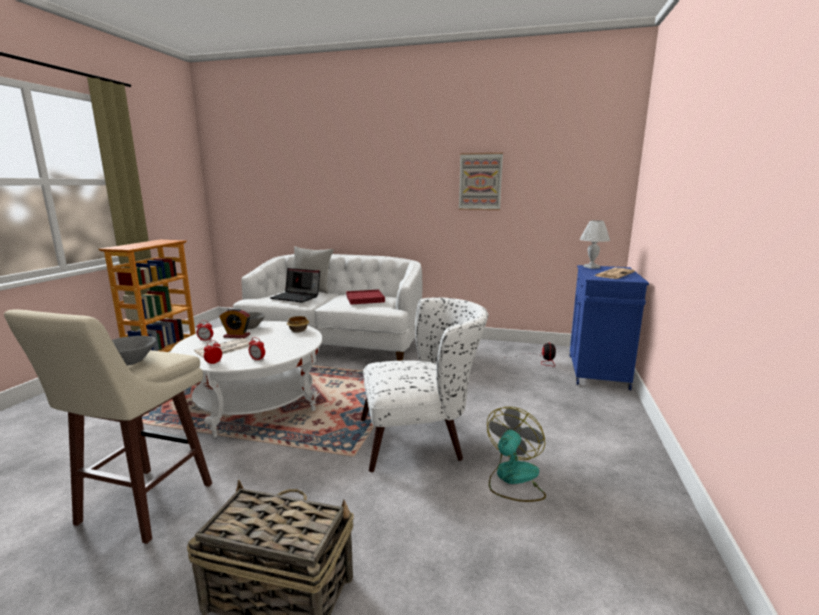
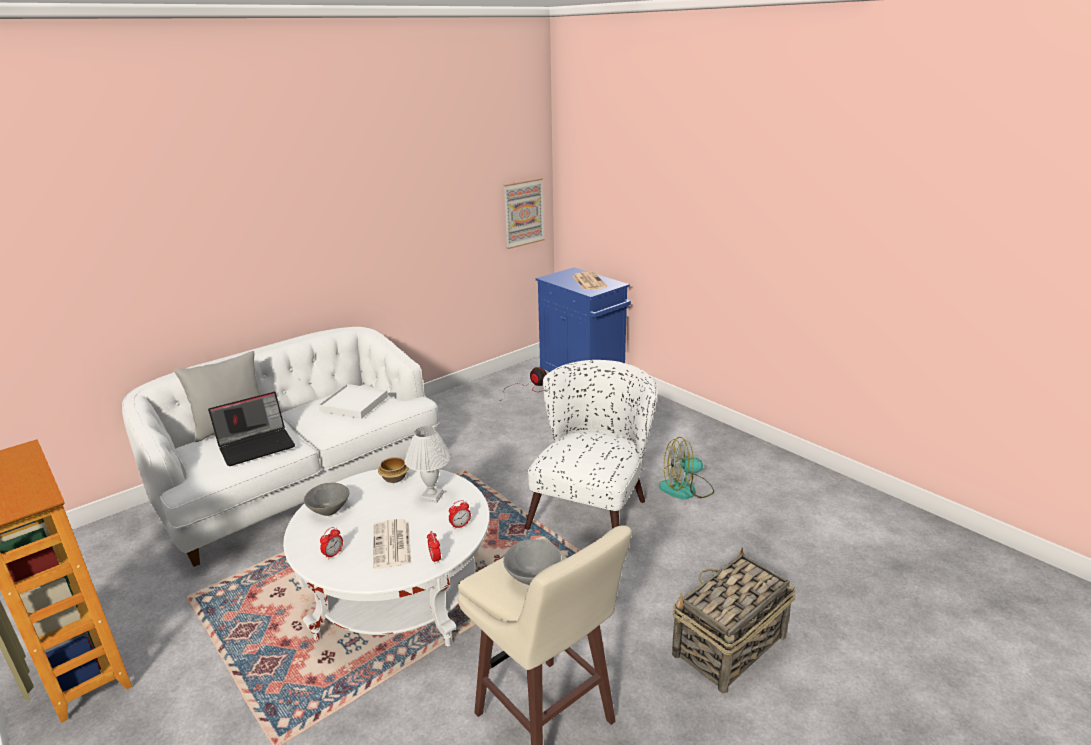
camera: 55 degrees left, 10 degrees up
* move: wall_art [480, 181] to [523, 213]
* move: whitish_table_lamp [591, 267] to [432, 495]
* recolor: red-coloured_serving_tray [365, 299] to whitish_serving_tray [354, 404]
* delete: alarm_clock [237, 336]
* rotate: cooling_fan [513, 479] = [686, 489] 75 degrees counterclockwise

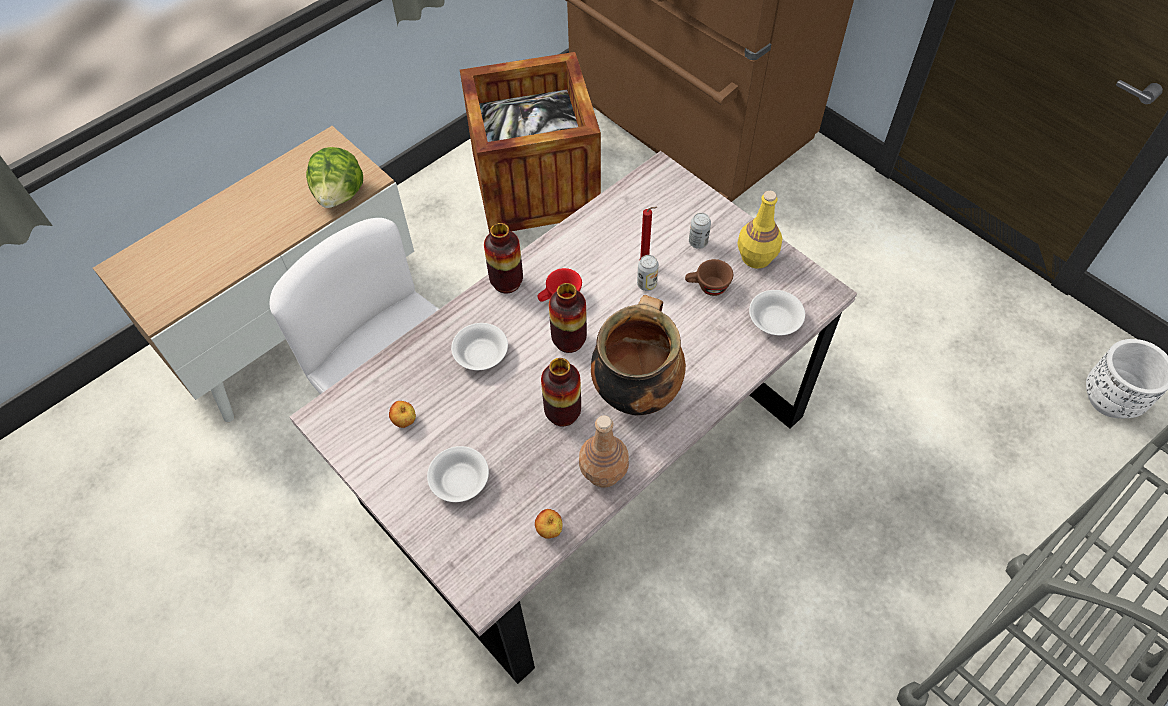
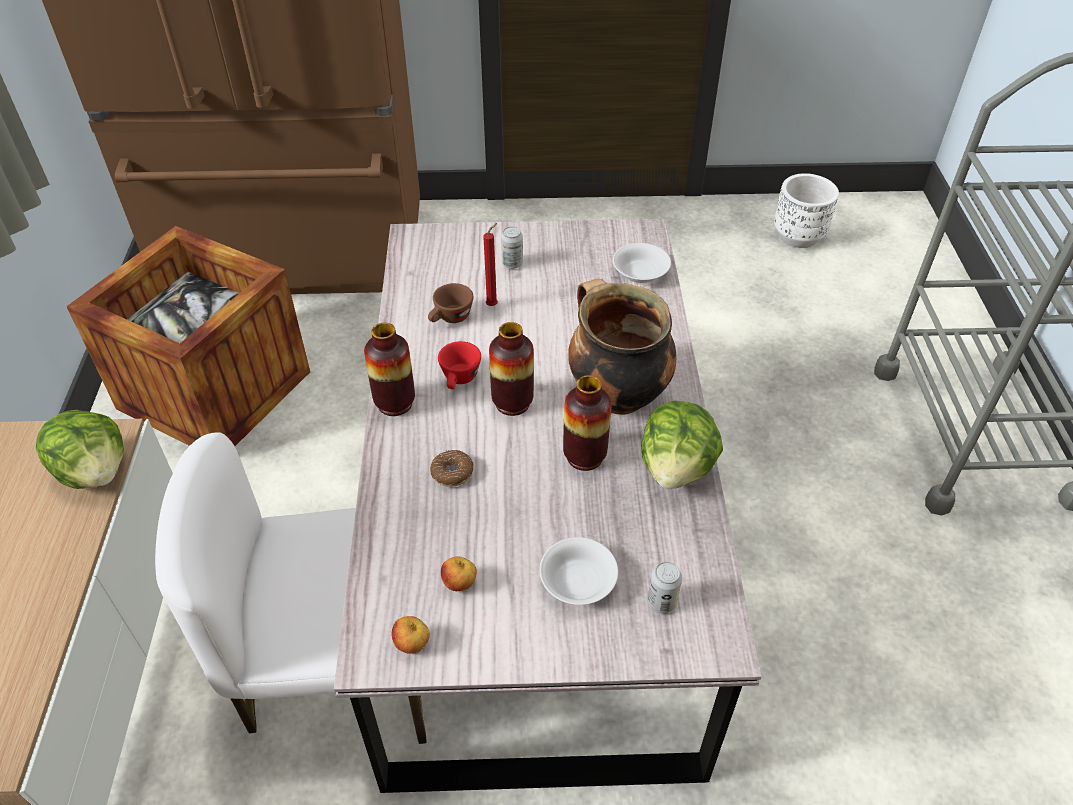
camera: 50 degrees left, 10 degrees down
* delete: yellowish_drink_bottle [755, 257]
* move: metal_can [646, 284] to [662, 602]
* move: brown-coloured_cup [707, 287] to [450, 318]
* replace: whitish_bowl [481, 354] to donut [452, 473]
* replace: brown-coloured_drink_bottle [604, 472] to lettuce [676, 468]
* move: apple_fruit [549, 530] to [412, 644]

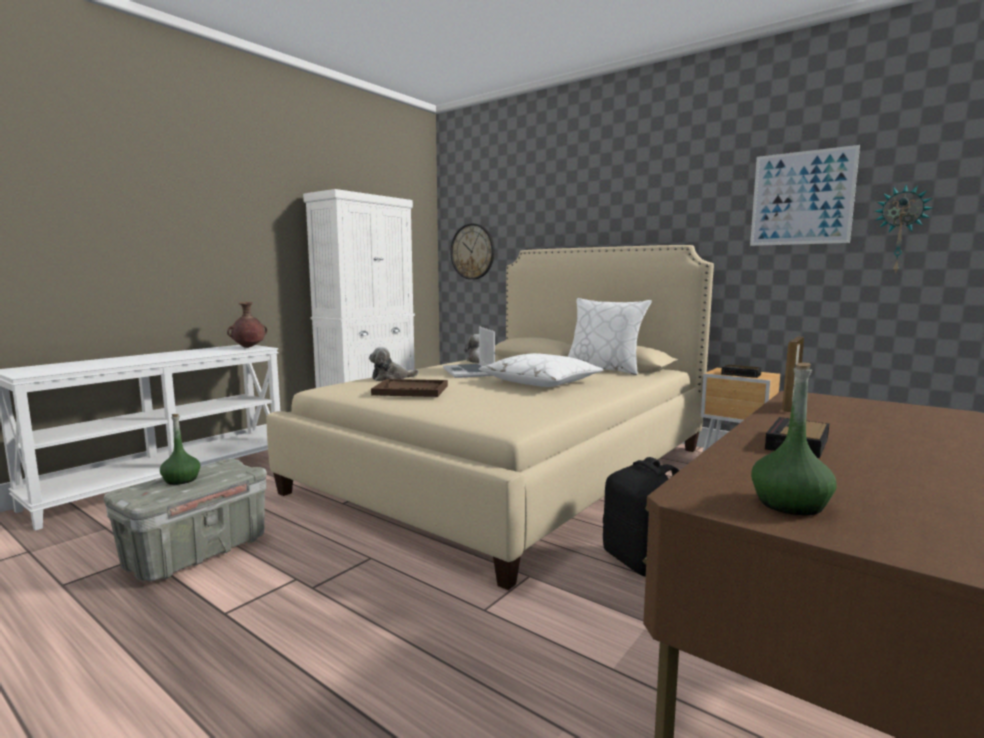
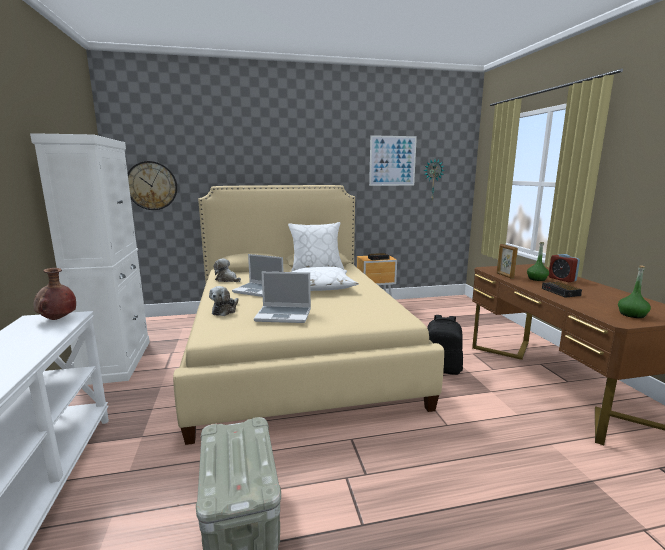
camera: 50 degrees left, 5 degrees up
* replace: brown-coloured_serving_tray [411, 390] to laptop [284, 315]
* move: green_drink_bottle [181, 480] to [536, 279]
* insert: alarm_clock [562, 279]

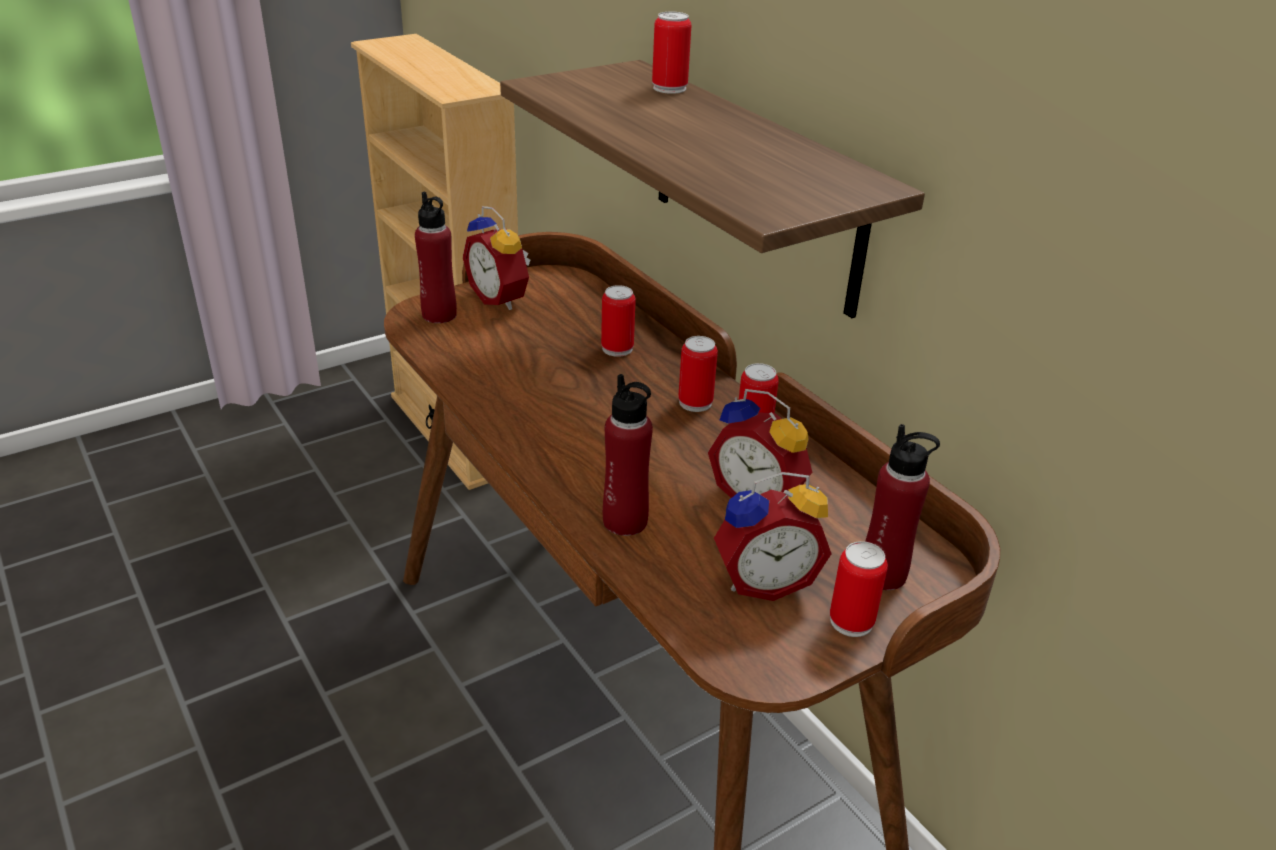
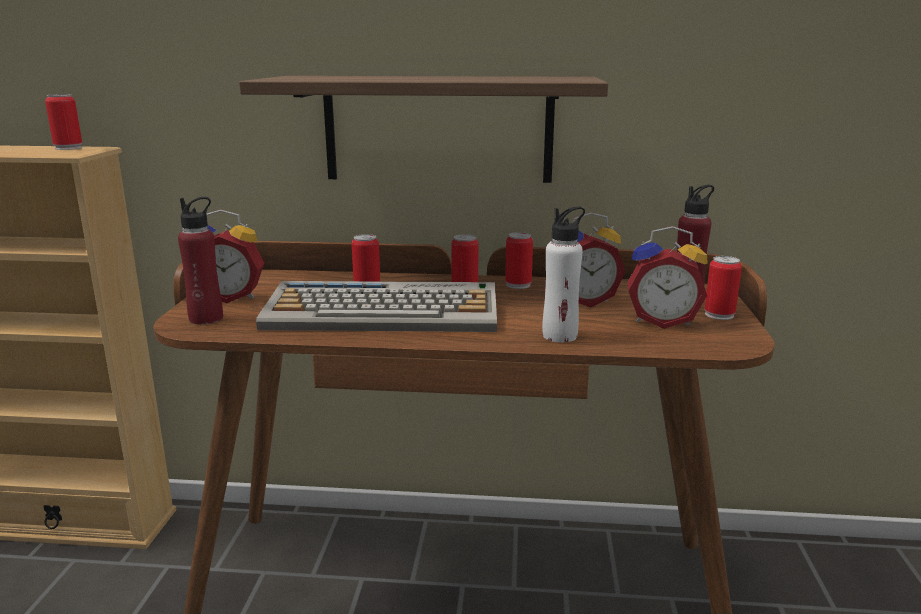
camera: 50 degrees left, 15 degrees down
* move: metal_can [669, 88] to [68, 148]
* recolor: red-coloured_drink_bottle [625, 521] to whitish_drink_bottle [560, 335]
* rotate: alarm_clock [764, 580] = [662, 321] 75 degrees clockwise
* insert: keyboard [385, 312]

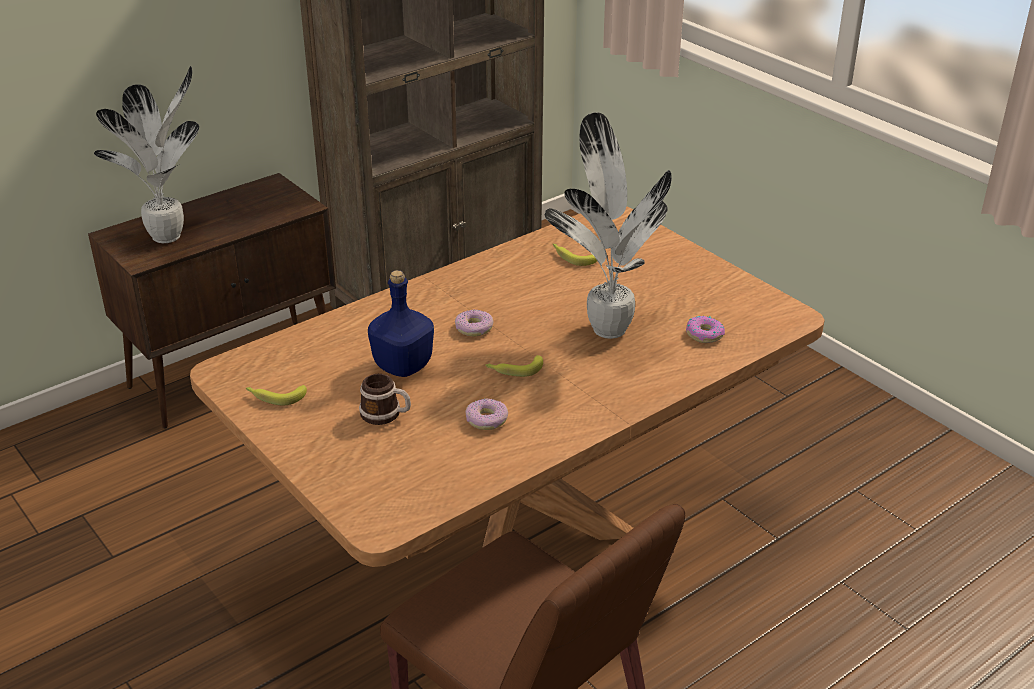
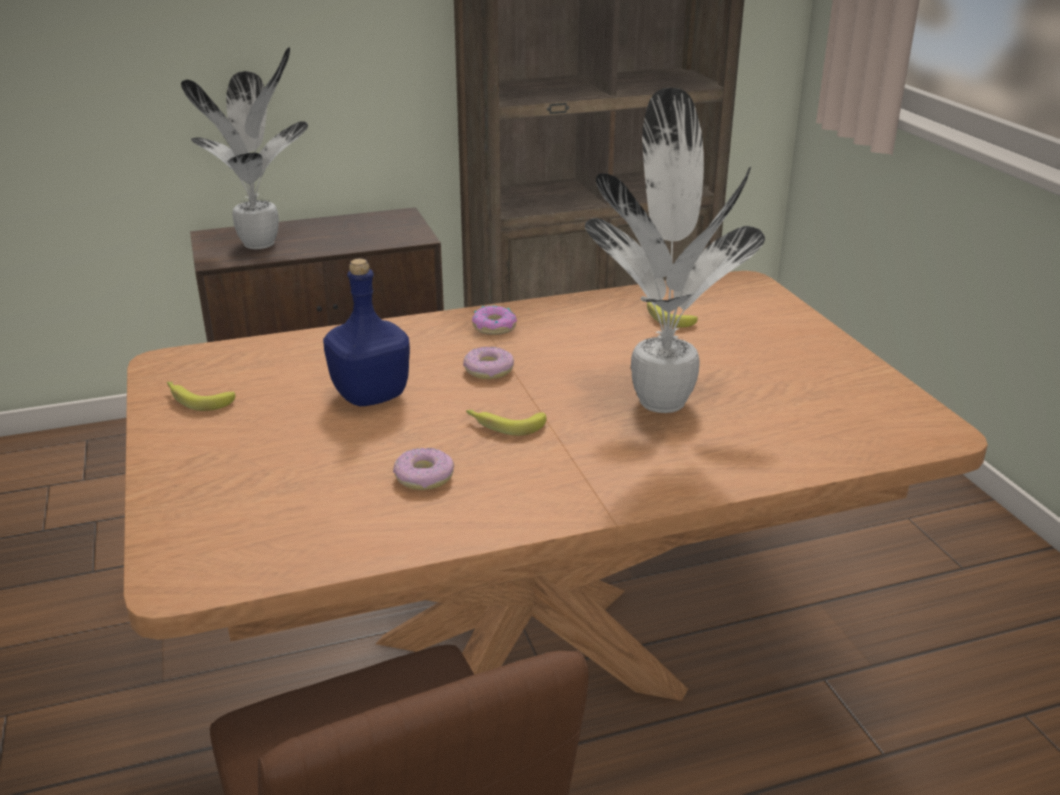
camera: 20 degrees right, 5 degrees down
* move: donut [704, 334] to [494, 327]
* delete: coffee_mug [386, 415]

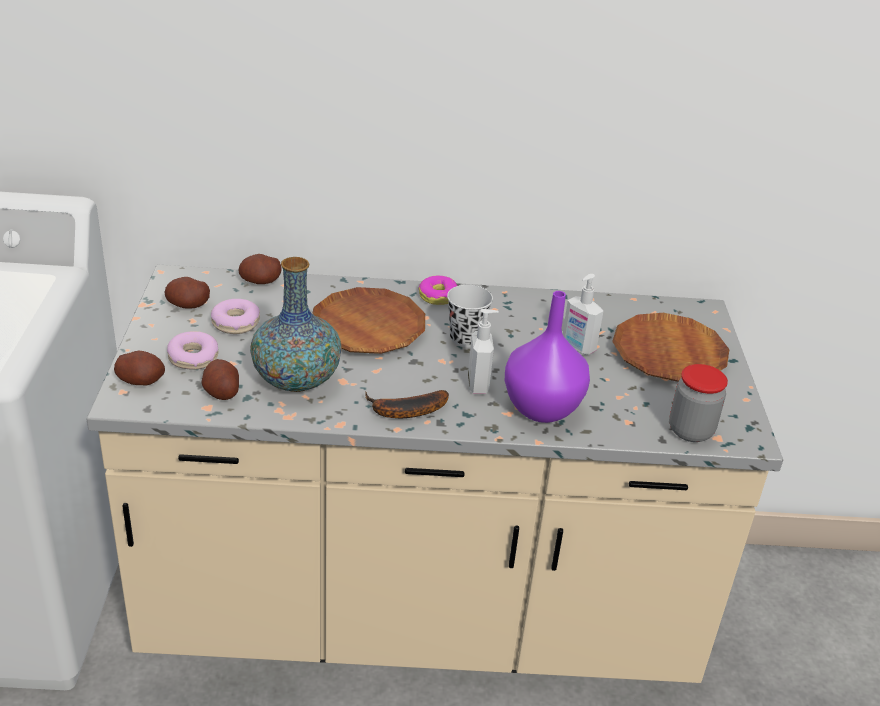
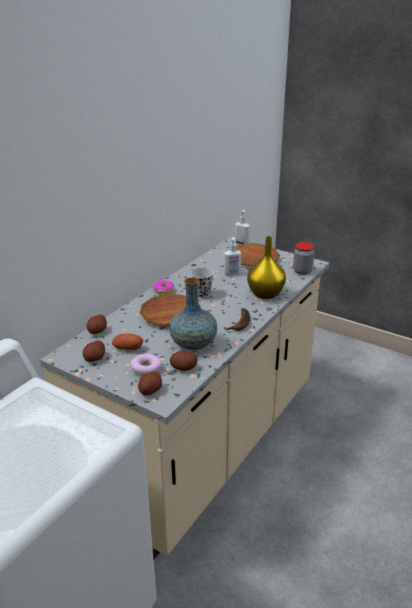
camera: 55 degrees left, 5 degrees down
* recolor: purple_vase [540, 408] to yellowish_vase [265, 294]
* replace: donut [236, 323] to spud [128, 348]
* move: liquid_soap_bottle [479, 384] to [242, 243]

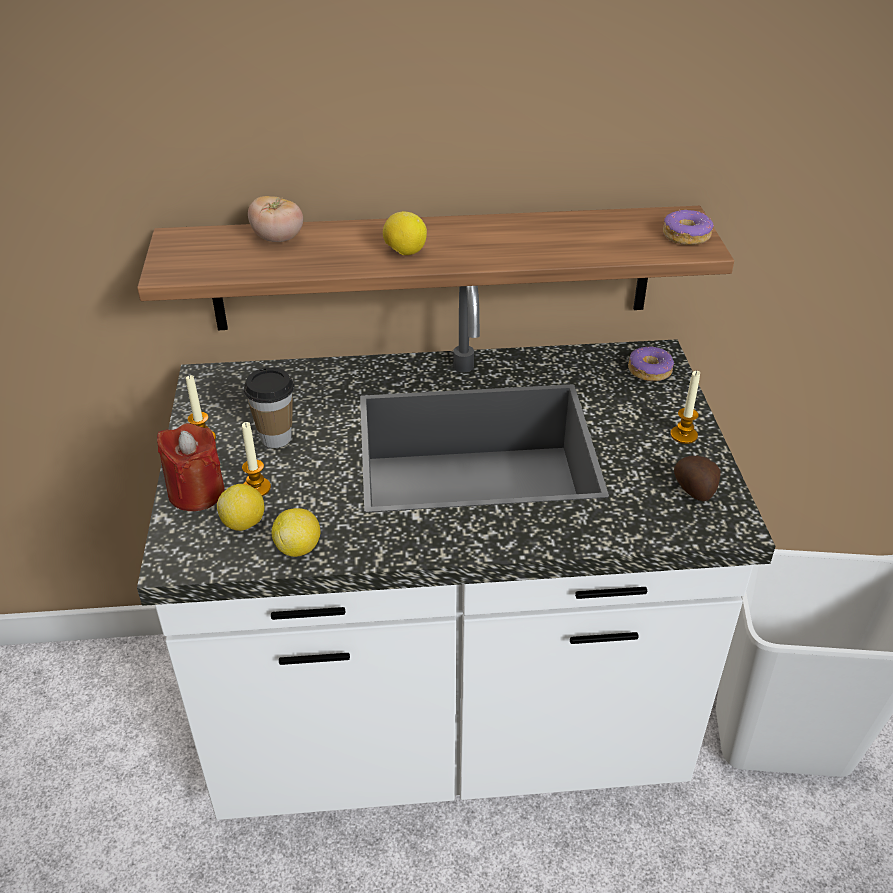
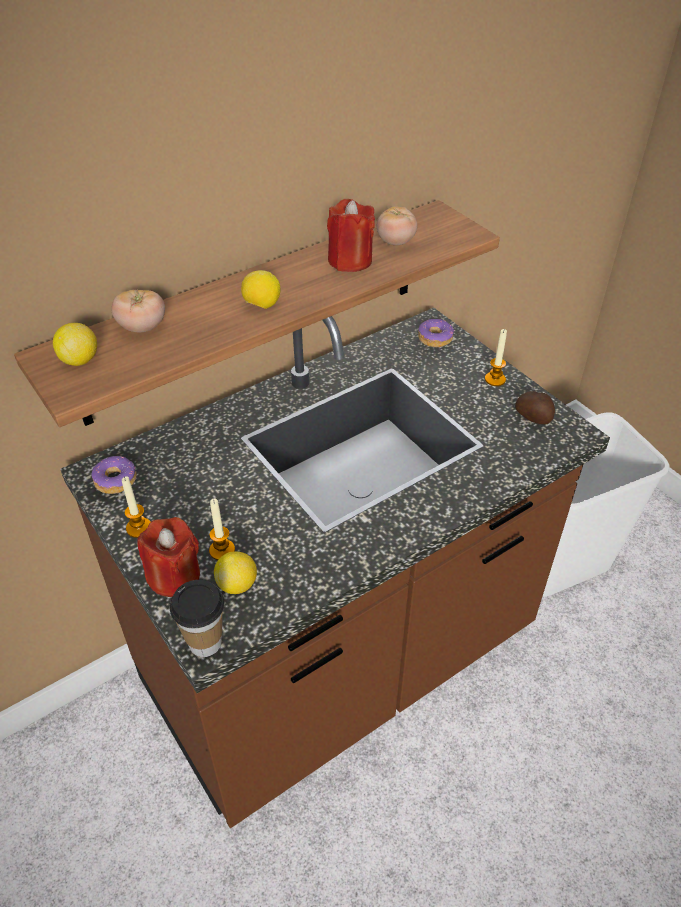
camera: 30 degrees left, 5 degrees up
* move: donut [686, 236] to [115, 480]
* recolor: whitish_kitchen_base_unit [446, 723] to brown-coloured_kitchen_base_unit [340, 662]
* move: cup [276, 438] to [205, 642]
* move: whole_lemon [298, 548] to [80, 360]
* insert: red-coloured_candle [350, 260]
* insert: whole_tomato [395, 242]

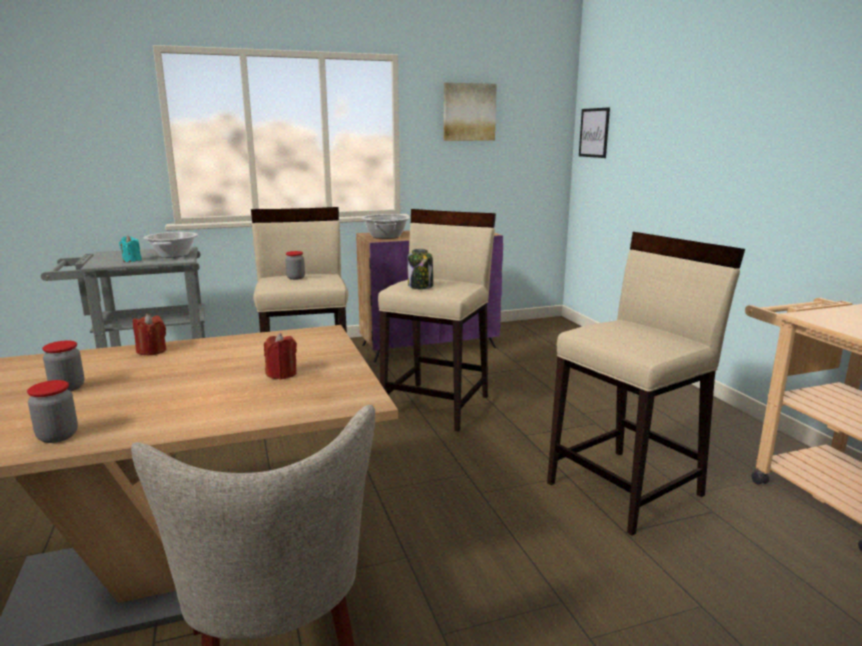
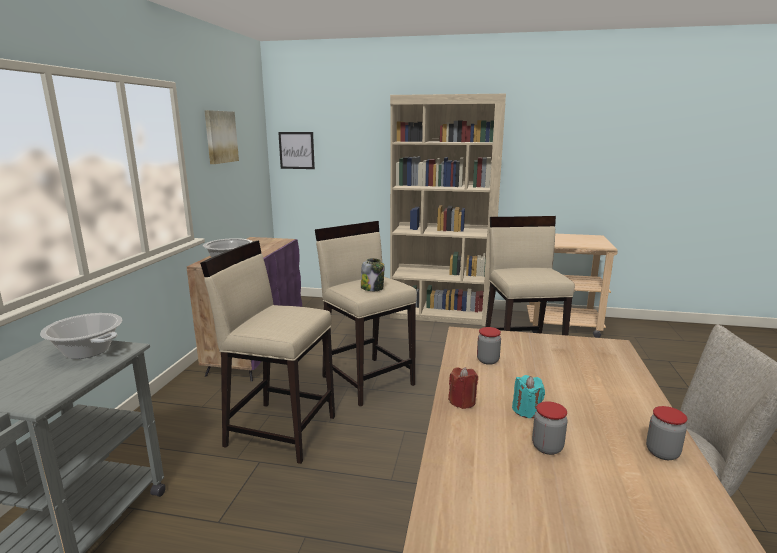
camera: 60 degrees left, 0 degrees up
* move: turquoise-coloured_candle [132, 260] to [526, 410]
* move: storage_jar [296, 278] to [487, 360]
* delete: red-coloured_candle [281, 374]
* insert: beige-coloured_shelving_unit [441, 314]

